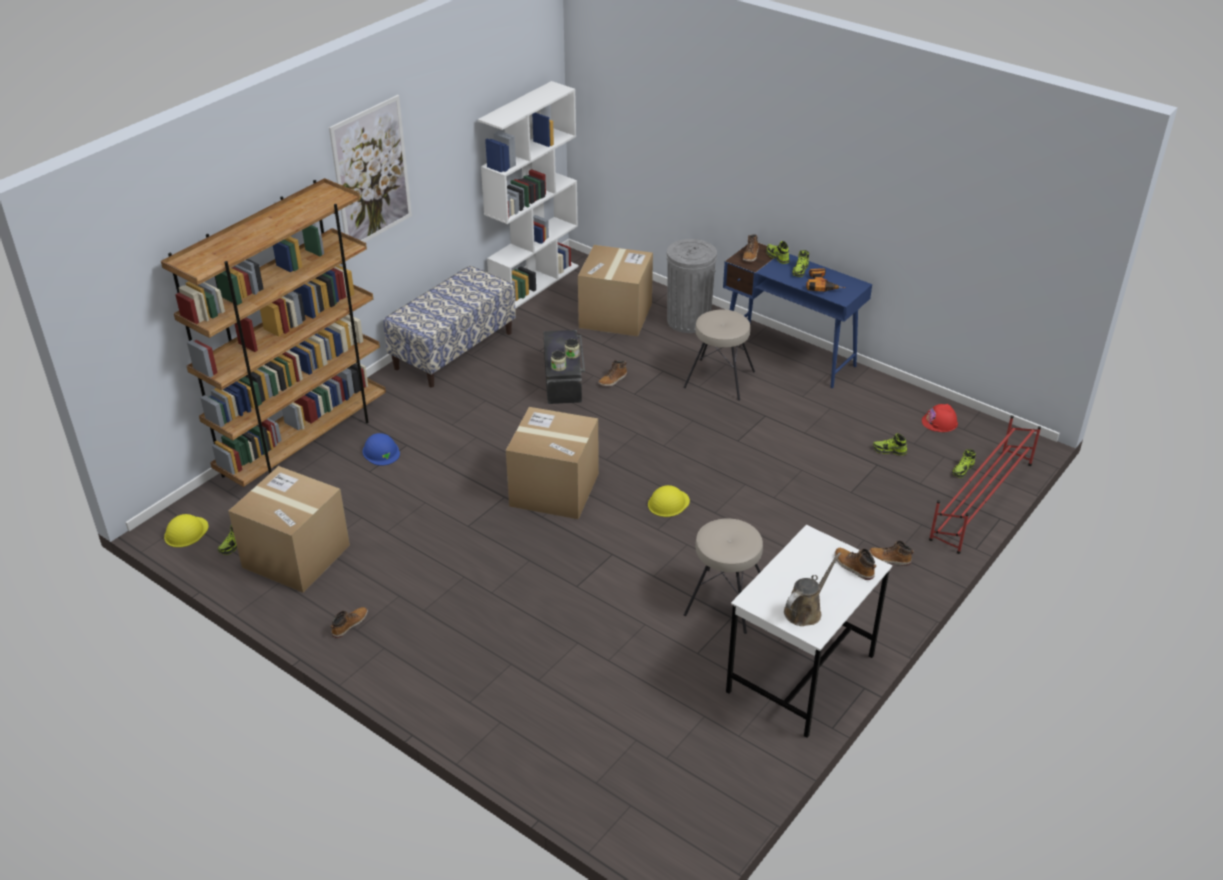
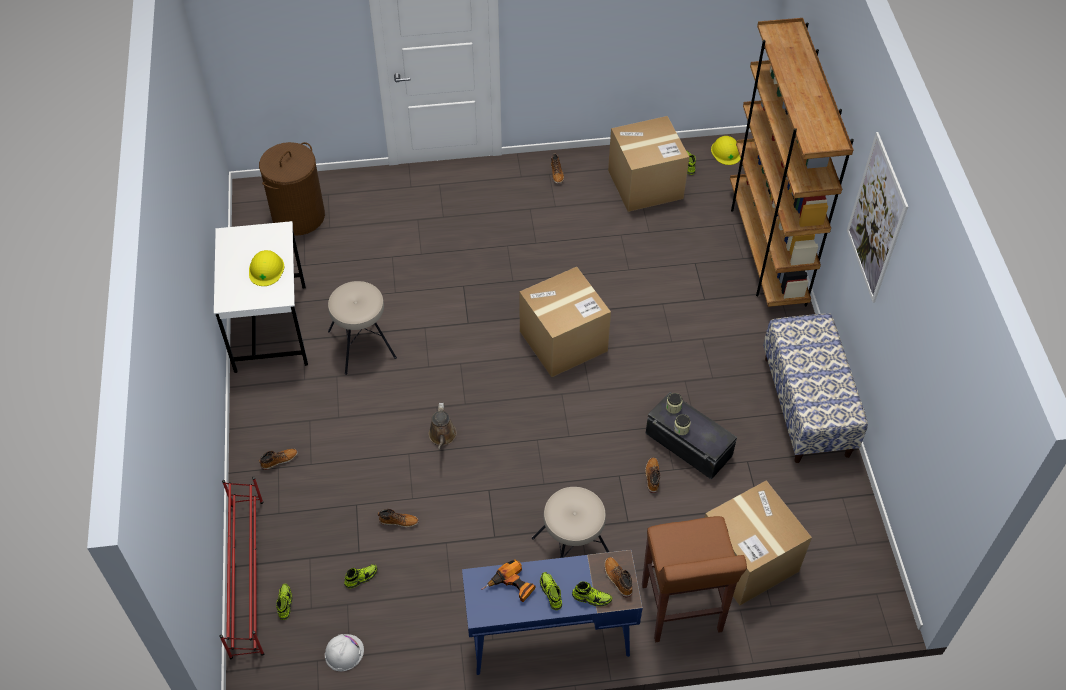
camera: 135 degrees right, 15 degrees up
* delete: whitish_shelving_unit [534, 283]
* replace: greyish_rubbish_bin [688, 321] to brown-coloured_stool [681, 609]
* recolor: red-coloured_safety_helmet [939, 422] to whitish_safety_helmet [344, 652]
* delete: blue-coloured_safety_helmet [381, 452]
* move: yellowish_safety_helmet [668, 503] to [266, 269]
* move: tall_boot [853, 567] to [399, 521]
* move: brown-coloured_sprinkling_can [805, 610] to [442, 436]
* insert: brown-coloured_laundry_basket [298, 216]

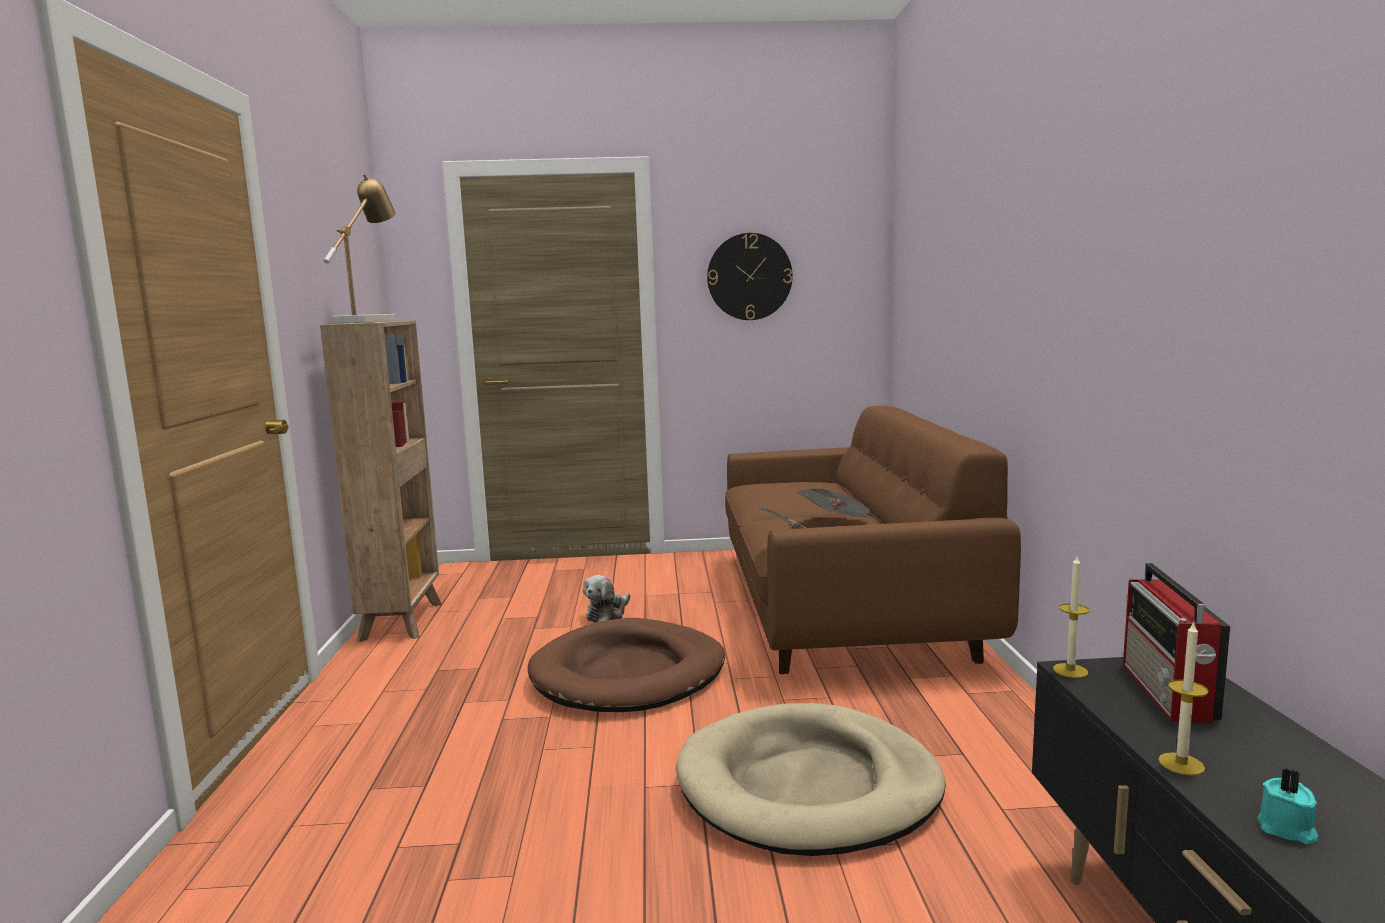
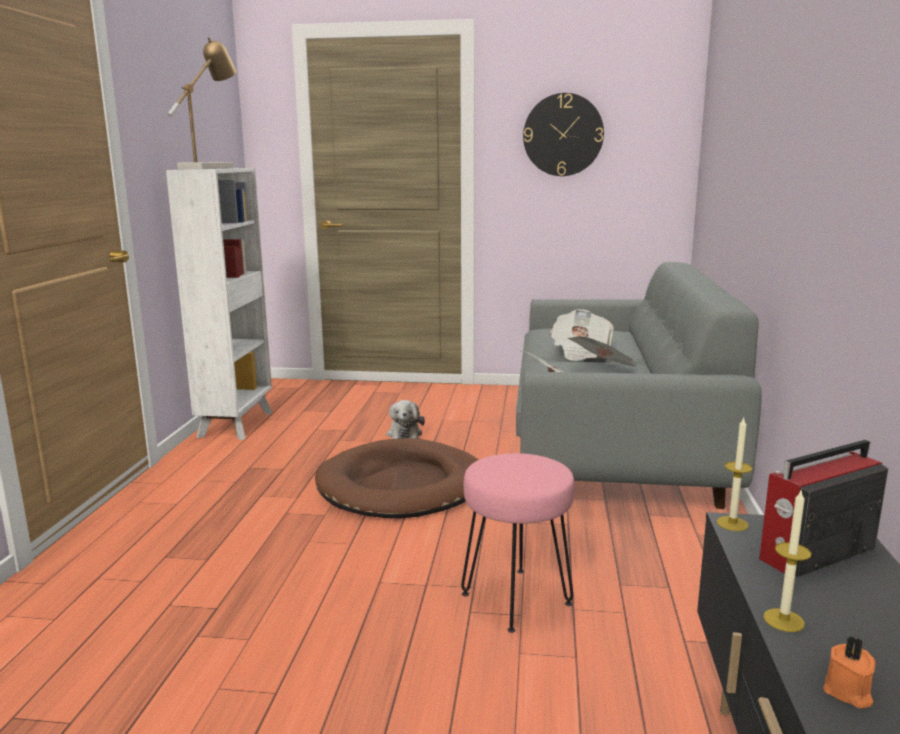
camera: 10 degrees right, 5 degrees up
* recolor: brown-coloured_shelving_unit [402, 620] to whitish_shelving_unit [237, 424]
* recolor: brown-coloured_couch [842, 608] to greyish_couch [612, 447]
* rotate: radio [1168, 693] = [814, 554] 45 degrees clockwise
* rotate: soft_toy [607, 614] = [404, 433] 45 degrees counterclockwise
* replace: beige-coloured_dog_bed [808, 787] to pink-coloured_stool [517, 599]
* recolor: turquoise-coloured_candle [1287, 830] to orange-coloured_candle [848, 692]
* insert: newspaper [580, 352]

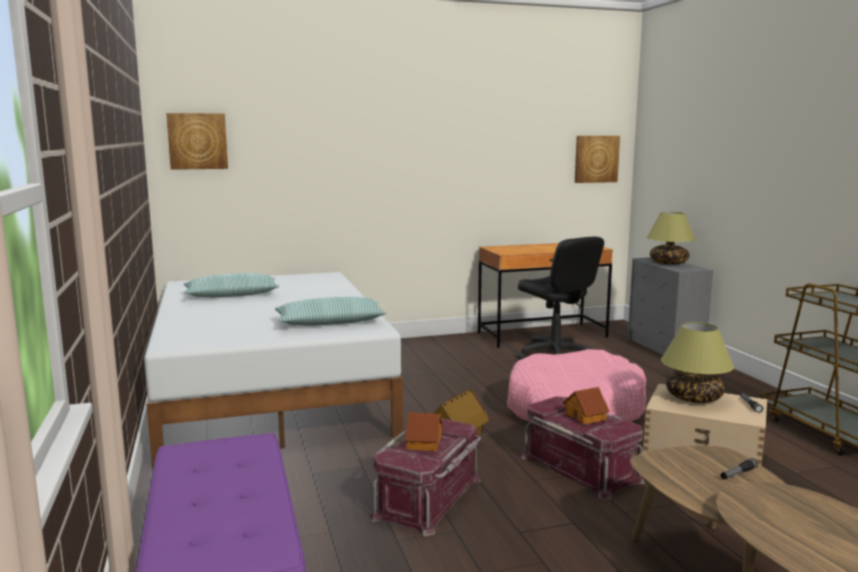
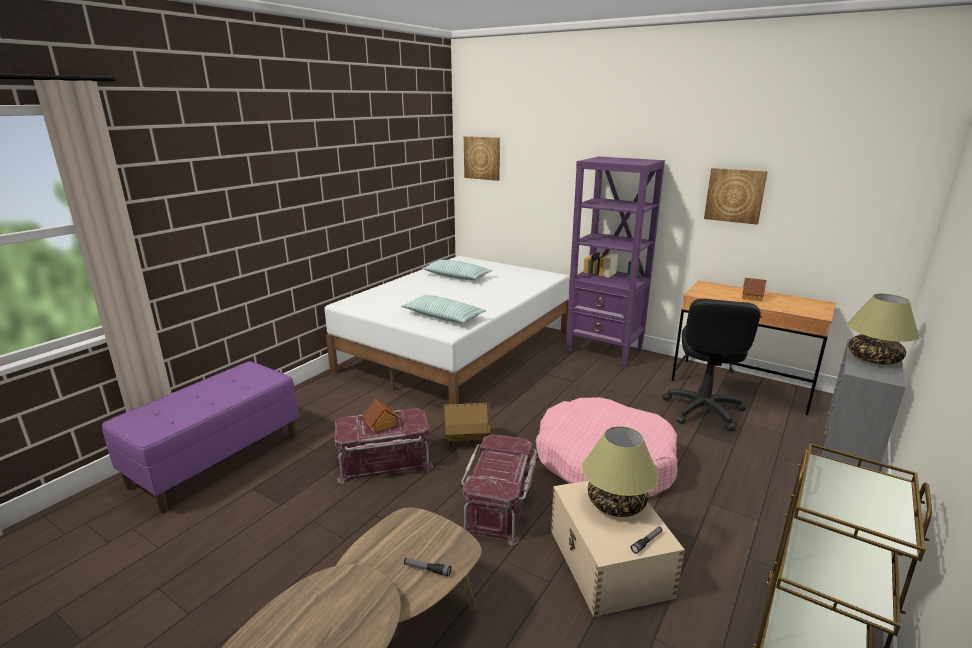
camera: 50 degrees right, 10 degrees up
* move: wall_art [596, 159] to [735, 195]
* move: model_house [586, 416] to [752, 297]
* insert: purple_shelving_unit [605, 351]

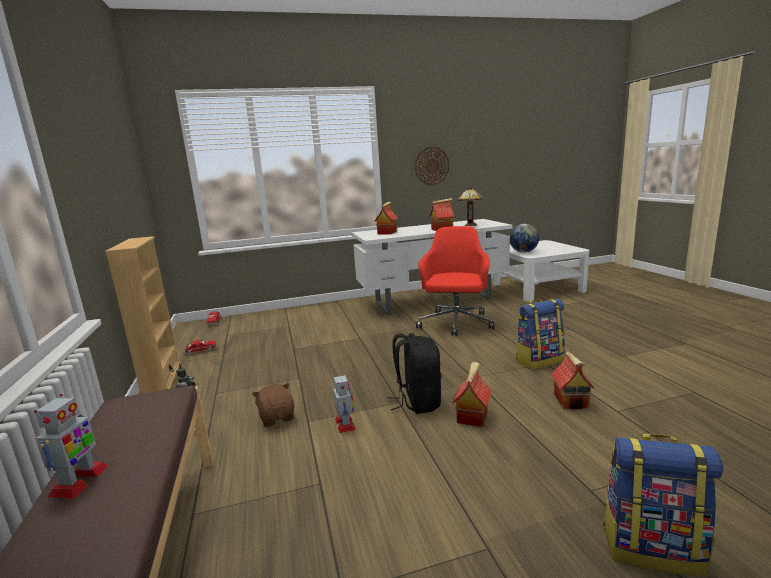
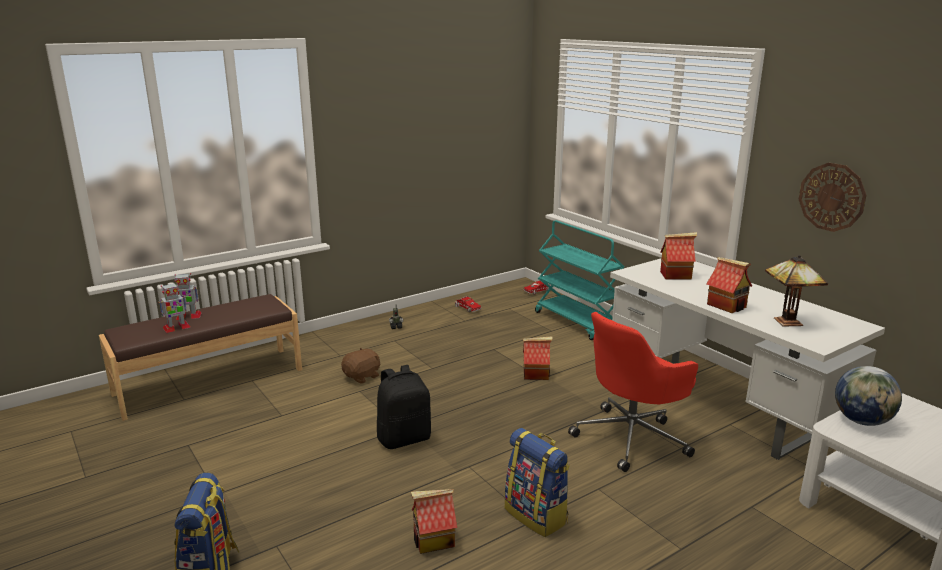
camera: 70 degrees right, 5 degrees up
* rotate: red-coloured_computer_chair [455, 323] = [632, 437] 150 degrees clockwise
* delete: beige-coloured_shelving_unit [162, 379]
* move: model_house [471, 416] to [536, 374]
* move: model_robot [345, 424] to [176, 327]
* insert: turquoise-coloured_wheeled_cart [577, 322]

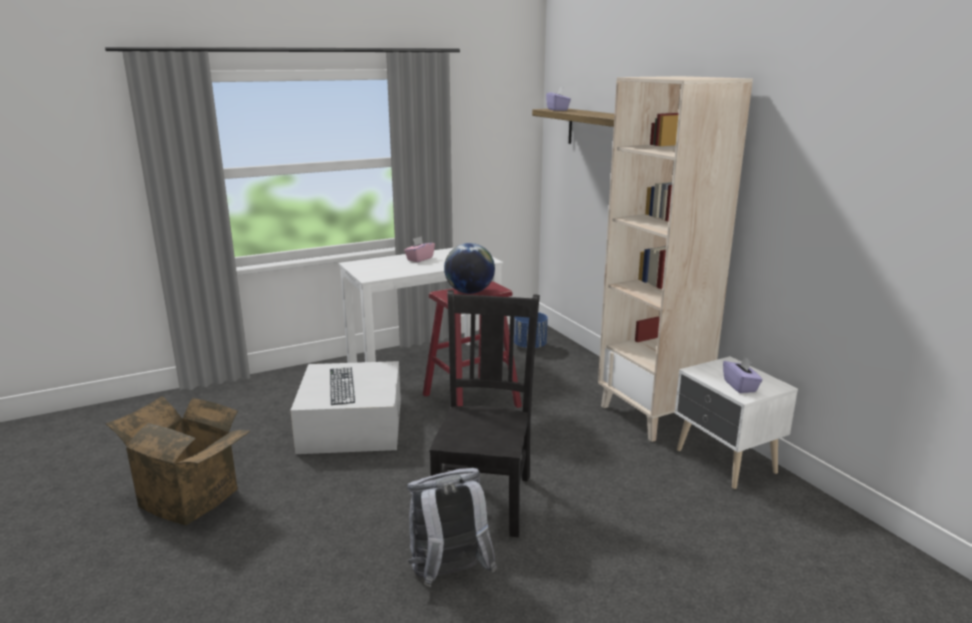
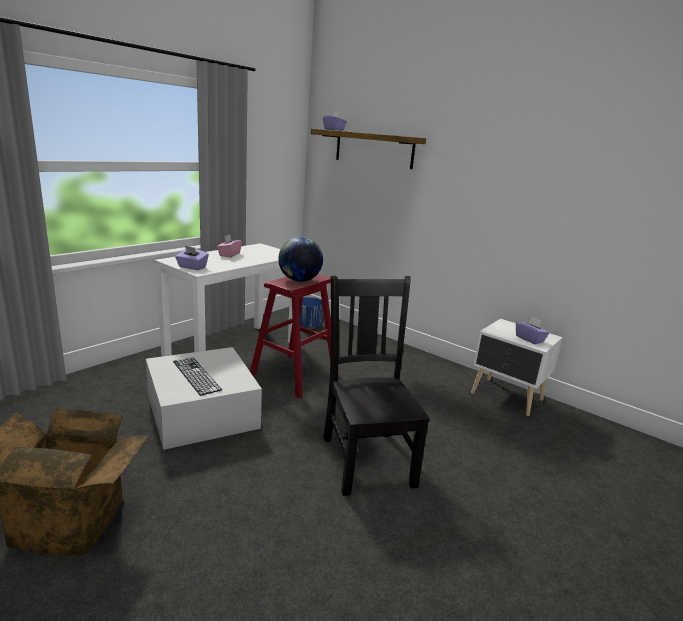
camera: 25 degrees left, 0 degrees up
* delete: beige-coloured_shelving_unit [652, 415]
* delete: greyish_backpack [449, 575]
* insert: purple_tissue_box [192, 267]

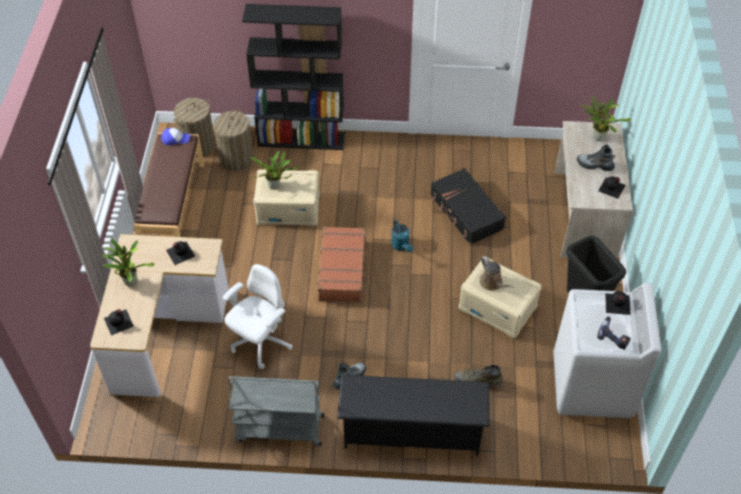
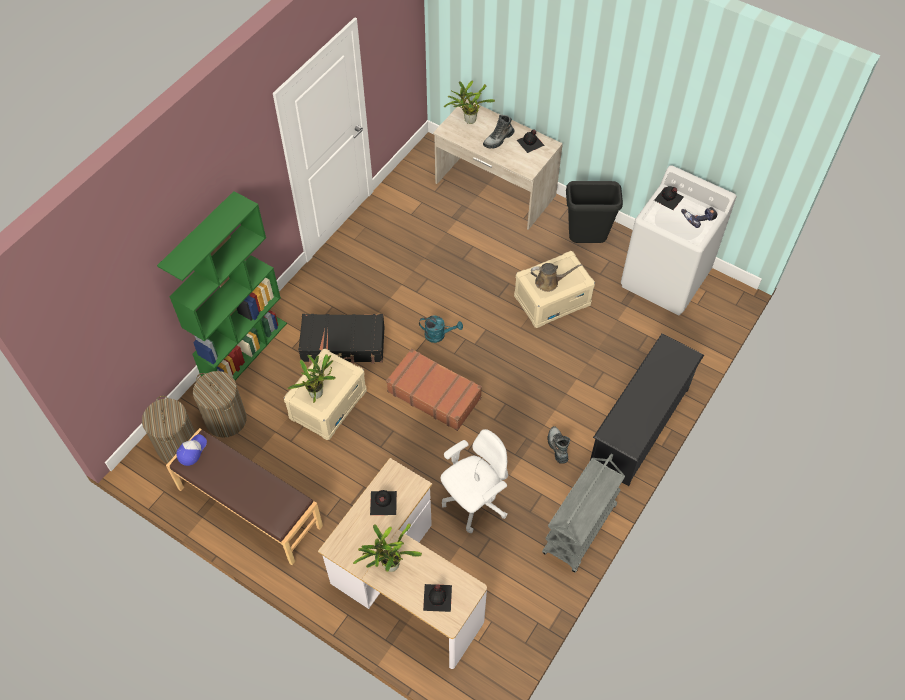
camera: 60 degrees left, 5 degrees up
* recolor: blackish_shelving_unit [302, 139] to green_shelving_unit [245, 350]
* move: blackish_suitcase [466, 212] to [343, 344]
* rotate: whitish_computer_chair [260, 342] = [474, 502] 75 degrees clockwise
* delete: green_tall_boot [477, 380]

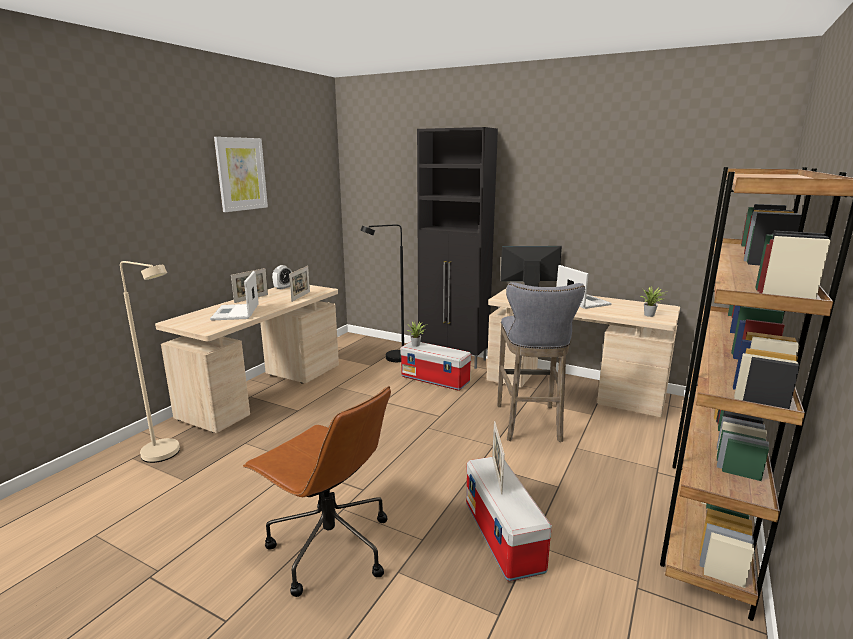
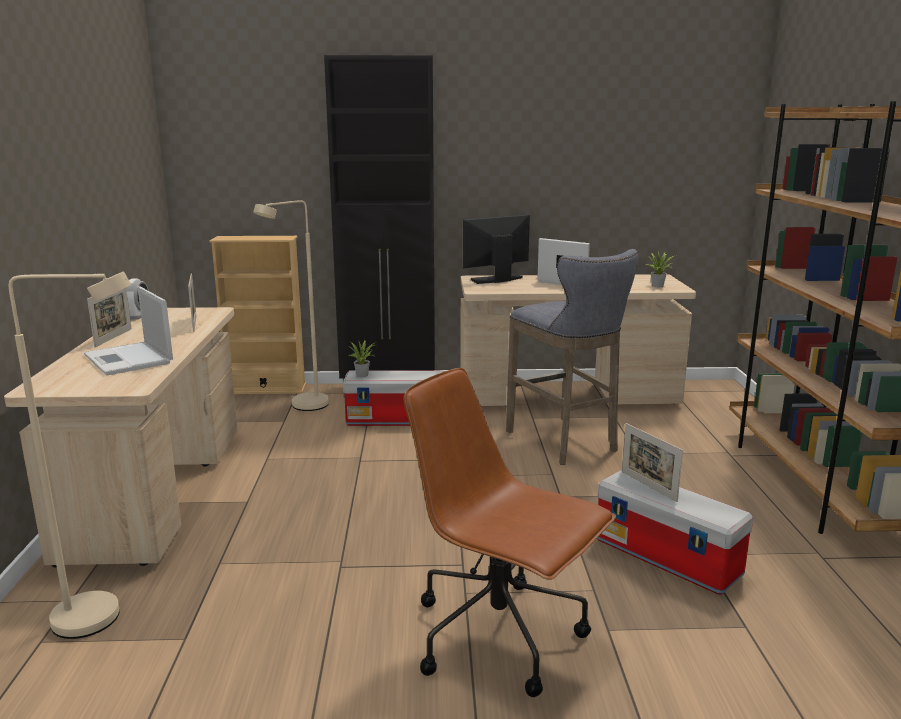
camera: 30 degrees left, 0 degrees up
* delete: wall_art [241, 174]
* recolor: blackish_standard_lamp [391, 359] to beige-coloured_standard_lamp [302, 407]
* rotate: brown-coloured_computer_chair [329, 547] = [501, 636] 150 degrees counterclockwise
* insert: beige-coloured_shelving_unit [266, 389]

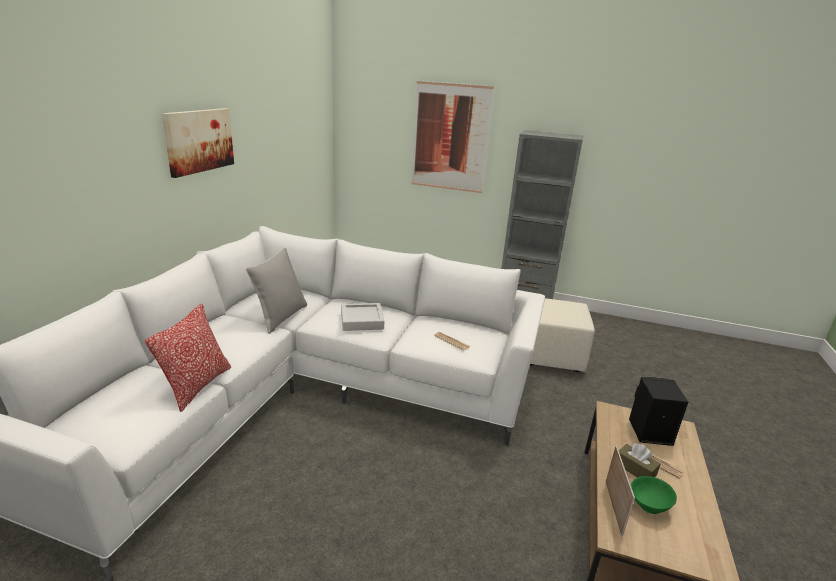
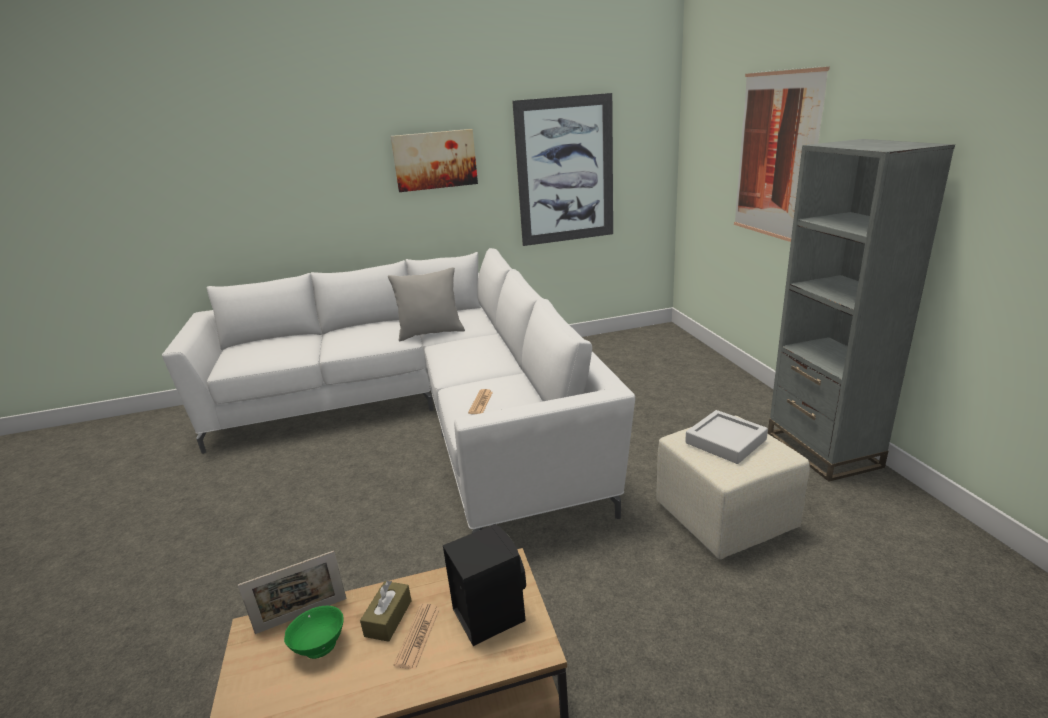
camera: 60 degrees right, 0 degrees up
* move: greyish_serving_tray [362, 320] to [725, 441]
* delete: pillow [197, 386]
* insert: wall_art [565, 171]

